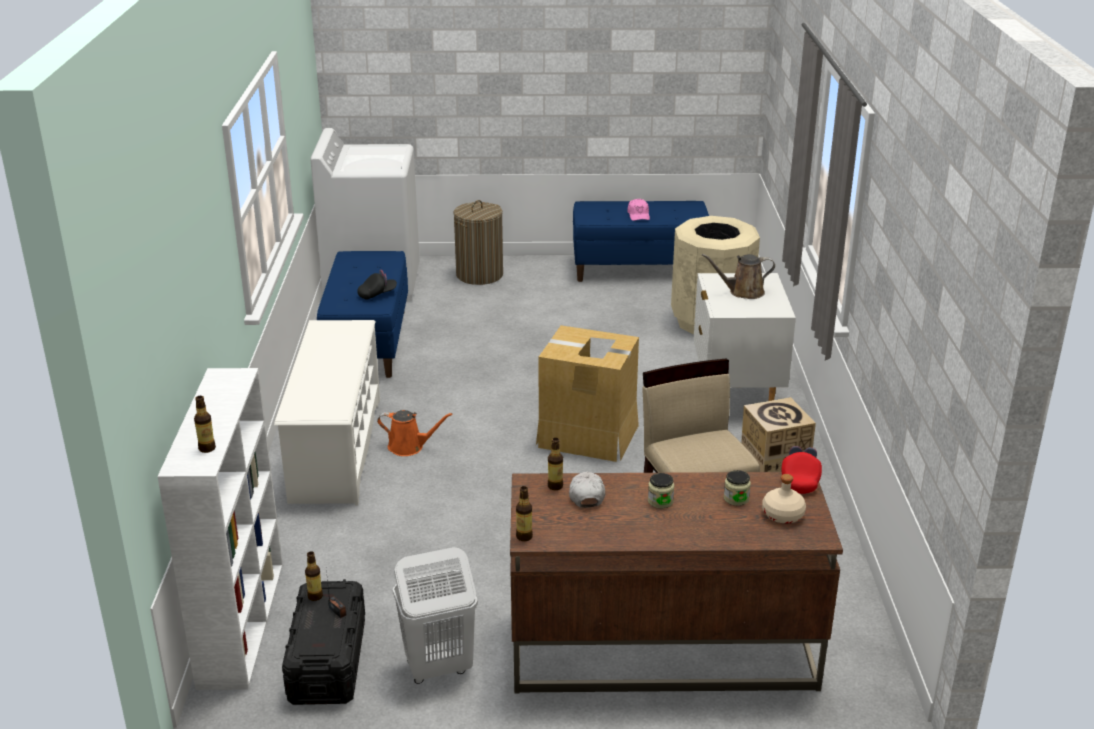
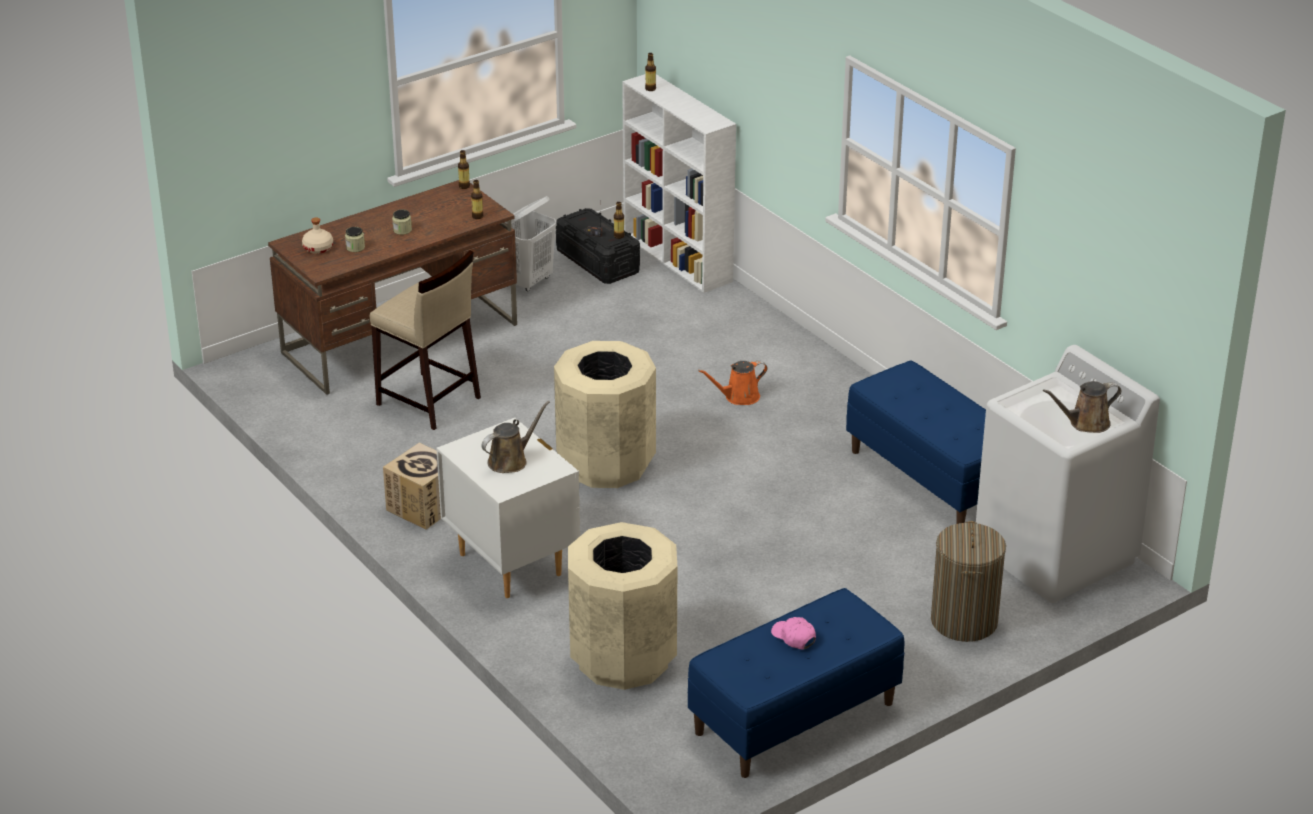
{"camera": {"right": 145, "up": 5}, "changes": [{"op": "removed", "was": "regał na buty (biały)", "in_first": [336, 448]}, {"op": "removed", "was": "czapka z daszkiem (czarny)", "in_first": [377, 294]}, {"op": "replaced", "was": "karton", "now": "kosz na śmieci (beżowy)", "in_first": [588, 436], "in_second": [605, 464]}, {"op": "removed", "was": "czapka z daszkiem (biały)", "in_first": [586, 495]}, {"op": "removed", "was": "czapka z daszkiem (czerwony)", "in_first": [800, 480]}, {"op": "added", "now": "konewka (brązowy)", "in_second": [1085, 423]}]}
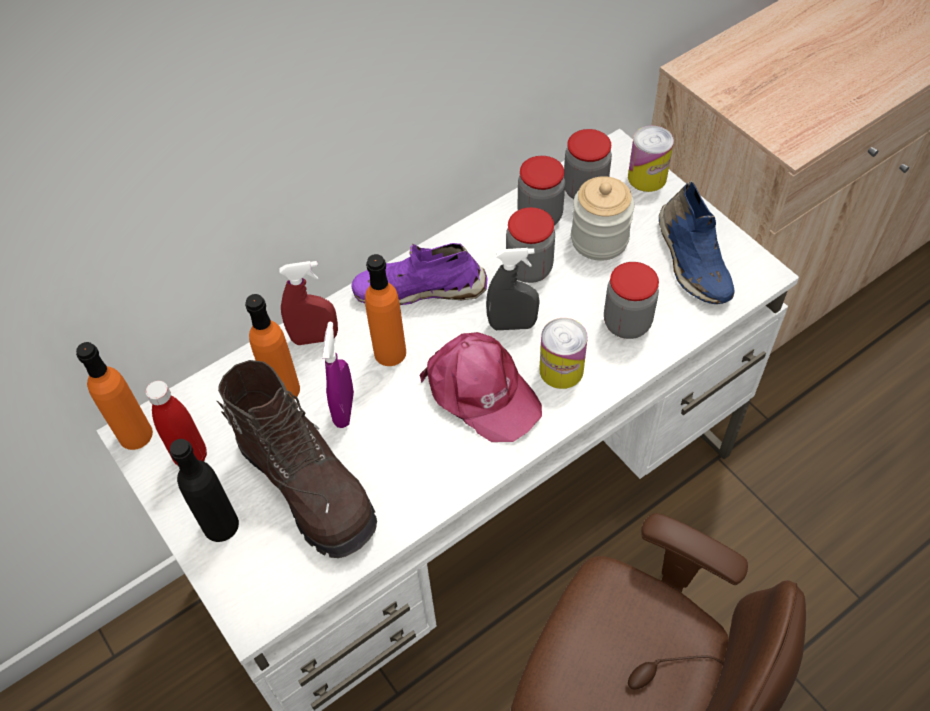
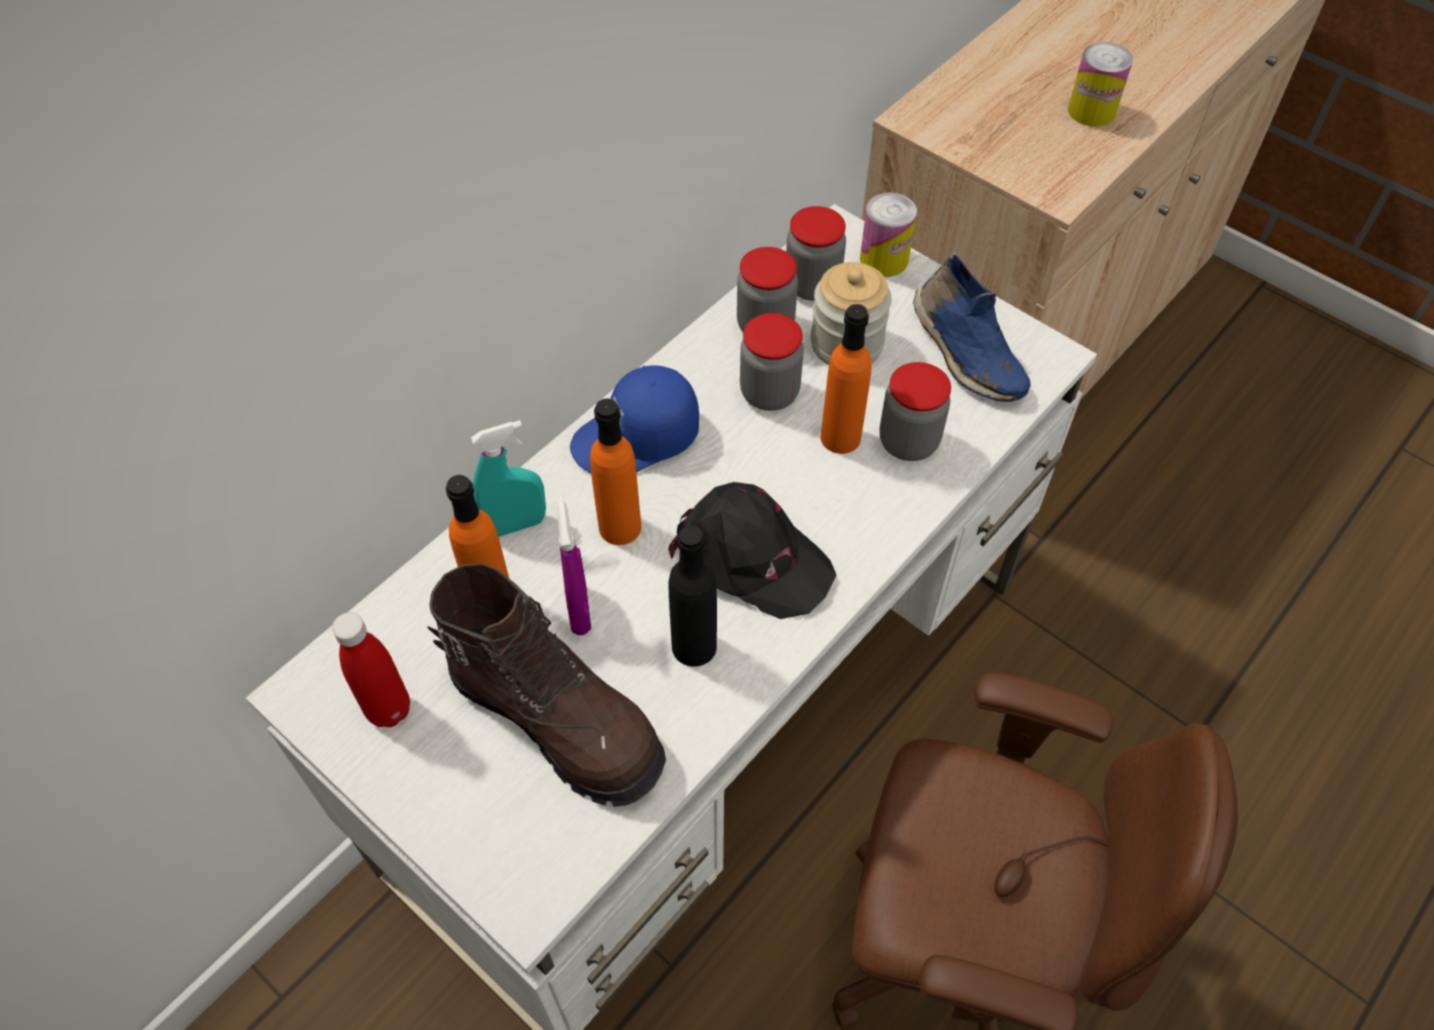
{"camera": {"right": -15, "up": 0}, "changes": [{"op": "moved", "was": "butelka (pomarańczowy)", "in_first": [135, 435], "in_second": [840, 437]}, {"op": "moved", "was": "butelka (czarny)", "in_first": [220, 525], "in_second": [694, 646]}, {"op": "recoloured", "was": "spryskiwacz (czerwony)", "now": "spryskiwacz (turkusowy)", "in_first": [315, 338], "in_second": [516, 524]}, {"op": "replaced", "was": "but (fioletowy)", "now": "czapka z daszkiem (niebieski)", "in_first": [419, 288], "in_second": [637, 439]}, {"op": "recoloured", "was": "czapka z daszkiem (różowy)", "now": "czapka z daszkiem (czarny)", "in_first": [481, 392], "in_second": [750, 558]}, {"op": "removed", "was": "spryskiwacz (szary)", "in_first": [512, 325]}, {"op": "moved", "was": "puszka", "in_first": [561, 370], "in_second": [1091, 111]}]}
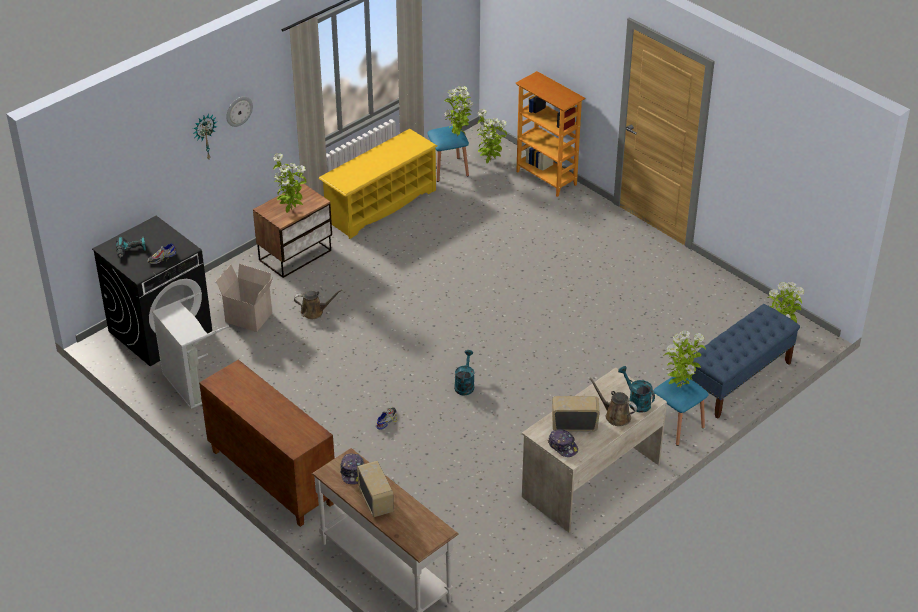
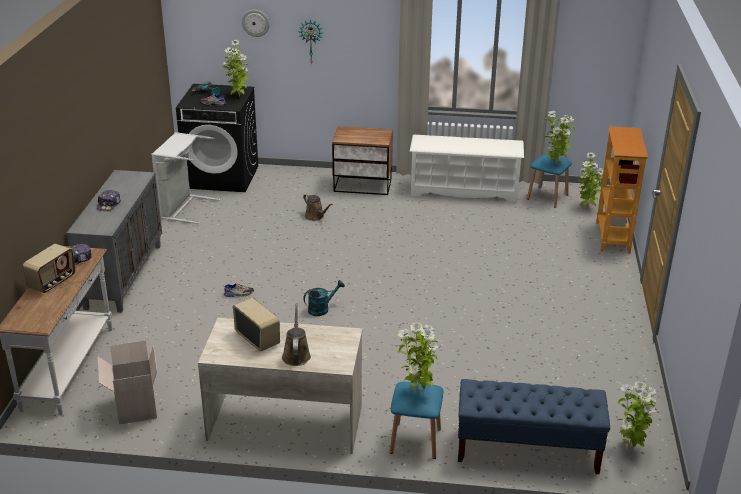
{"camera": {"right": 50, "up": -10}, "changes": [{"op": "recoloured", "was": "szafka (brązowy)", "now": "szafka (szary)", "in_first": [271, 477], "in_second": [123, 276]}, {"op": "moved", "was": "karton", "in_first": [247, 318], "in_second": [135, 407]}, {"op": "moved", "was": "zegar ścienny", "in_first": [238, 111], "in_second": [255, 23]}, {"op": "moved", "was": "roślina doniczkowa", "in_first": [291, 210], "in_second": [238, 97]}, {"op": "recoloured", "was": "regał na buty (żółty)", "now": "regał na buty (biały)", "in_first": [380, 205], "in_second": [464, 190]}, {"op": "moved", "was": "czapka z daszkiem", "in_first": [563, 446], "in_second": [109, 205]}, {"op": "removed", "was": "konewka (turkusowy)", "in_first": [636, 402]}]}
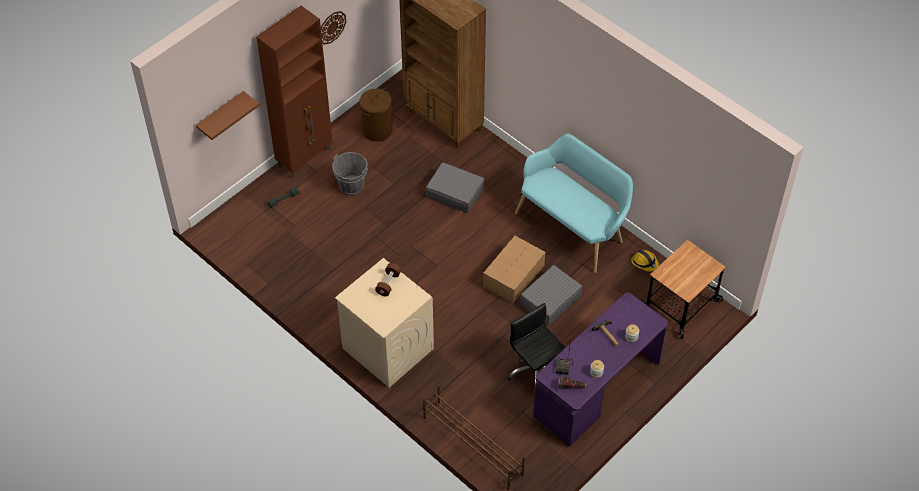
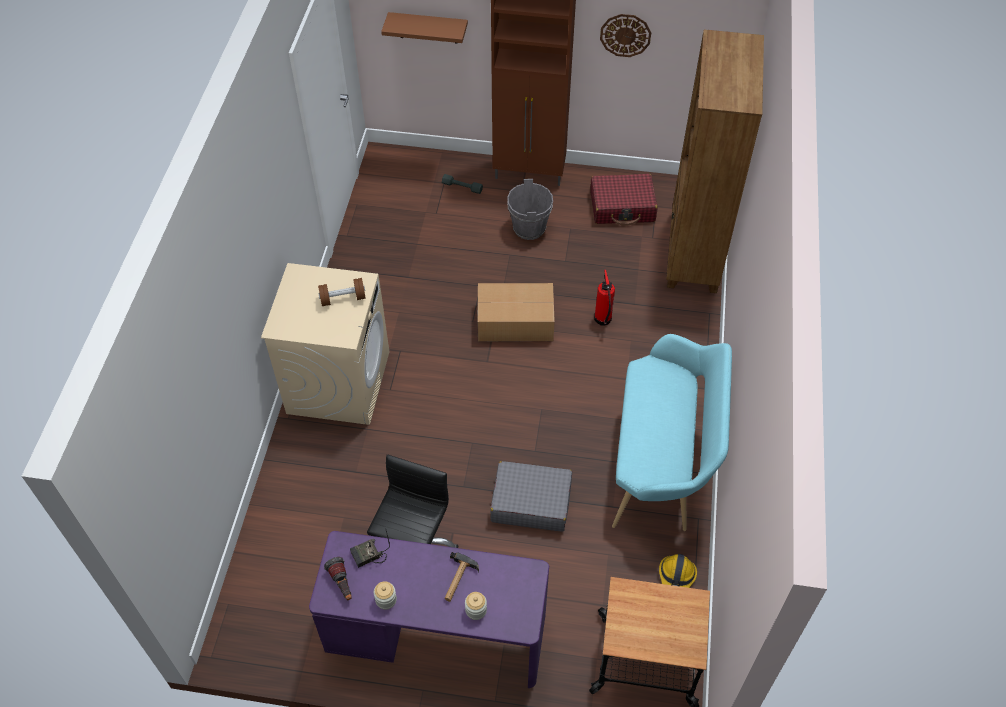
{"camera": {"right": 55, "up": 0}, "changes": [{"op": "replaced", "was": "kosz na pranie (brązowy)", "now": "walizka (czerwony)", "in_first": [377, 130], "in_second": [622, 207]}, {"op": "removed", "was": "regał na buty (brązowy)", "in_first": [472, 445]}, {"op": "replaced", "was": "walizka (szary)", "now": "gaśnica", "in_first": [455, 192], "in_second": [602, 320]}, {"op": "moved", "was": "karton", "in_first": [512, 276], "in_second": [514, 321]}]}
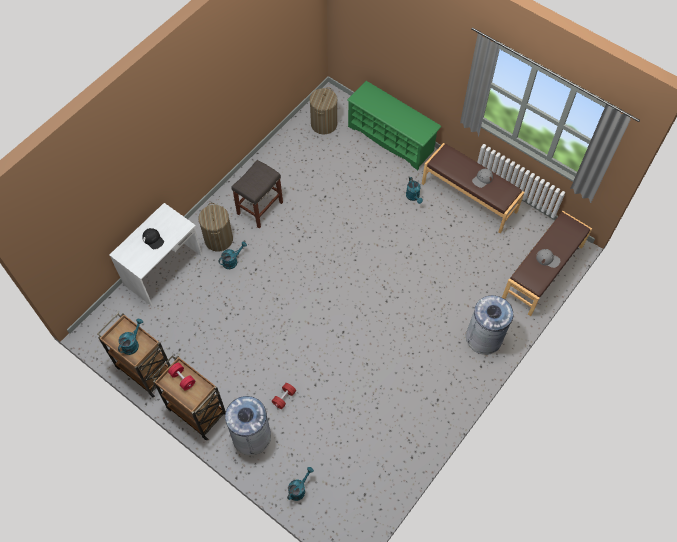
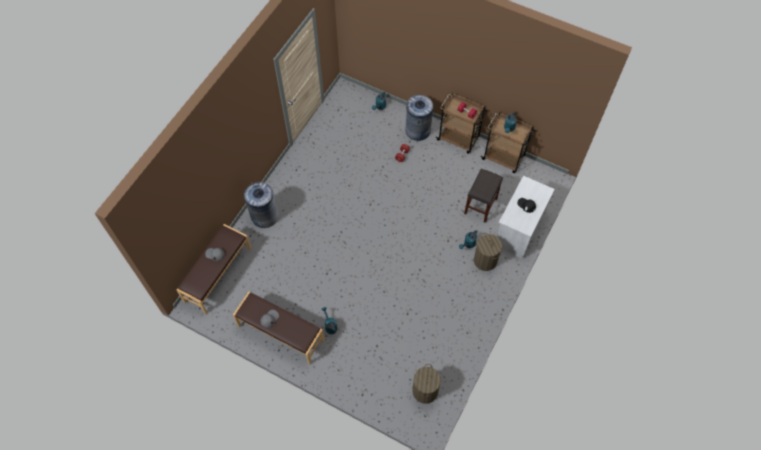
{"camera": {"right": 170, "up": 0}, "changes": [{"op": "moved", "was": "stołek (szary)", "in_first": [259, 208], "in_second": [480, 205]}, {"op": "removed", "was": "regał na buty (zielony)", "in_first": [391, 138]}]}
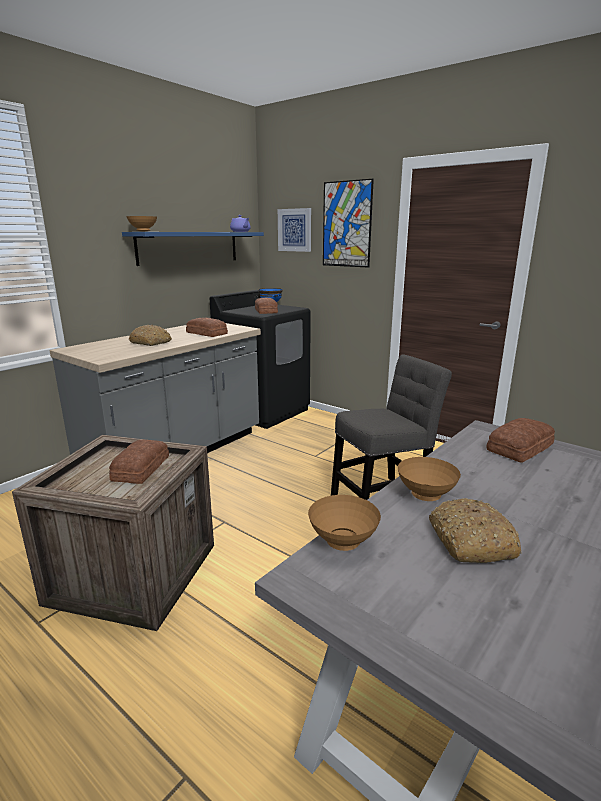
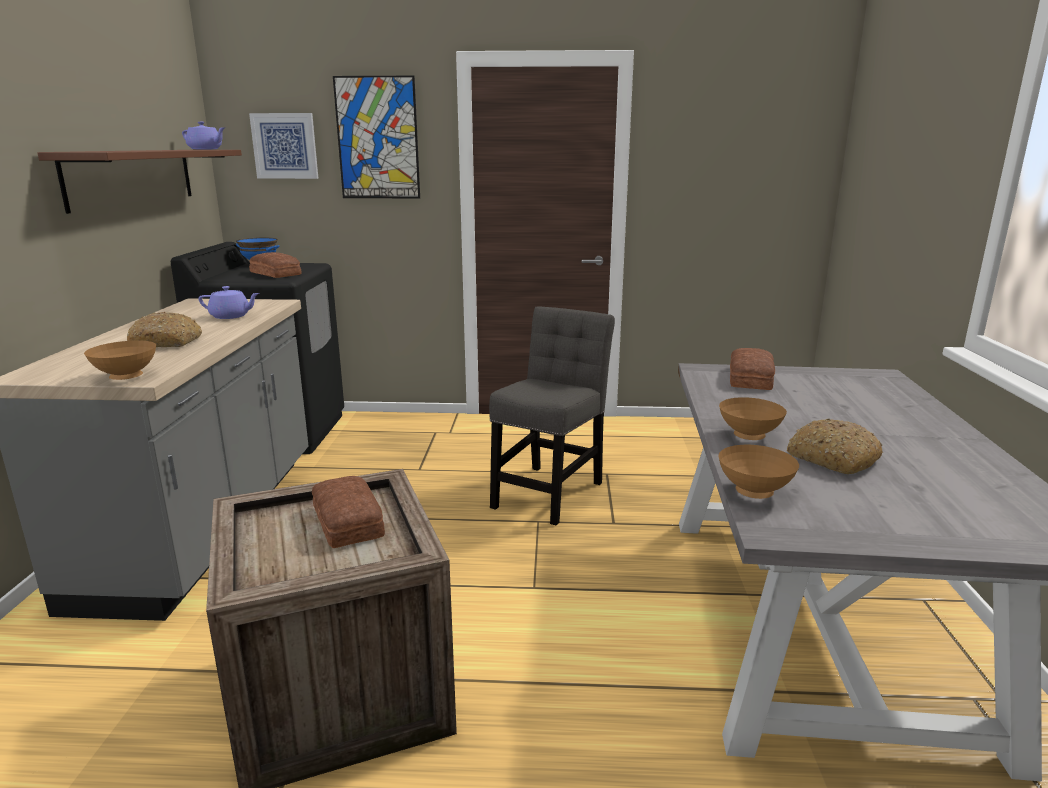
{"camera": {"right": -35, "up": 0}, "changes": [{"op": "recoloured", "was": "półka (niebieski)", "now": "półka (brązowy)", "in_first": [189, 247], "in_second": [132, 177]}, {"op": "moved", "was": "miska (brązowy)", "in_first": [142, 231], "in_second": [125, 378]}, {"op": "replaced", "was": "chleb", "now": "imbryk (fioletowy)", "in_first": [207, 333], "in_second": [231, 316]}]}
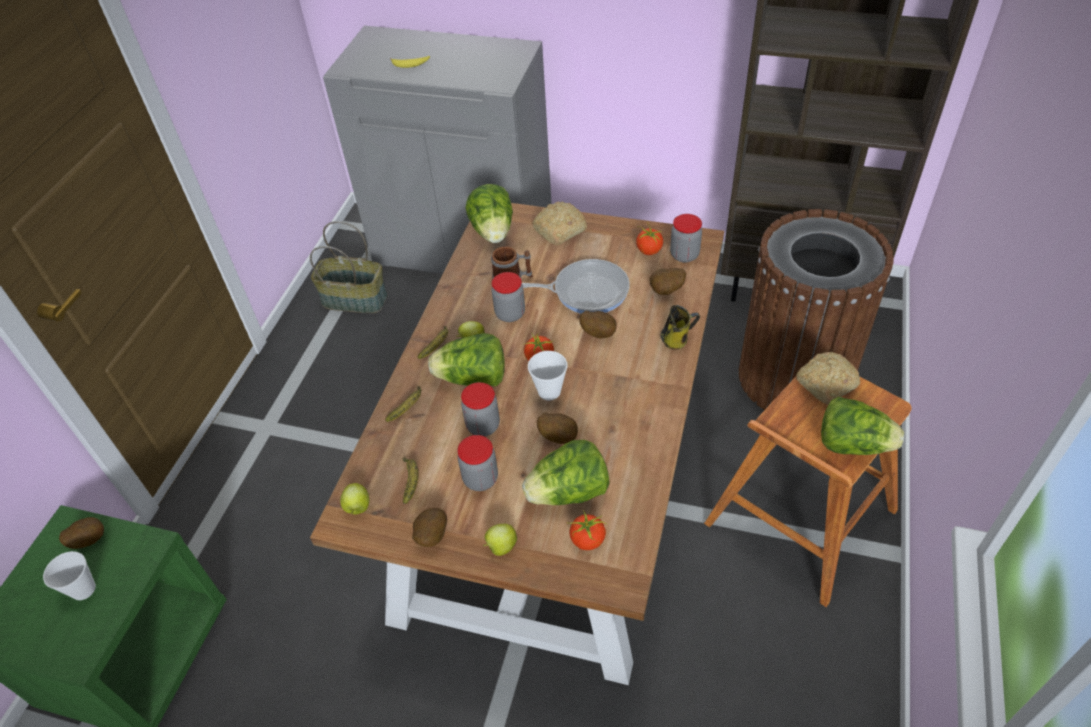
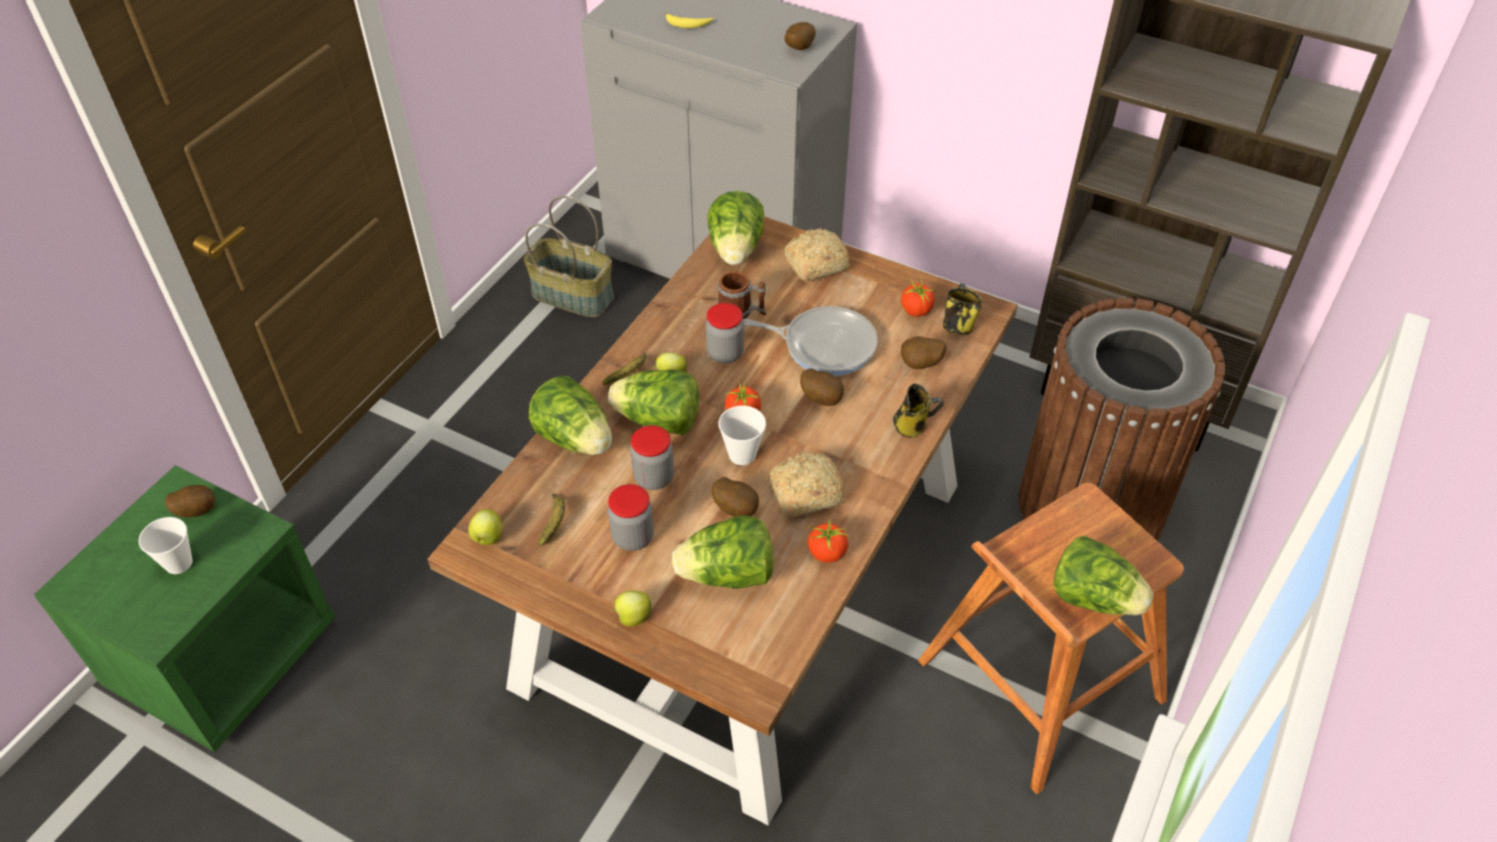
{"camera": {"right": 10, "up": 0}, "changes": [{"op": "replaced", "was": "banan", "now": "sałata", "in_first": [408, 408], "in_second": [575, 439]}, {"op": "moved", "was": "ziemniak", "in_first": [431, 536], "in_second": [798, 49]}, {"op": "moved", "was": "pomidor", "in_first": [587, 540], "in_second": [826, 553]}, {"op": "replaced", "was": "słoik", "now": "kubek", "in_first": [684, 255], "in_second": [957, 325]}, {"op": "moved", "was": "chleb", "in_first": [824, 384], "in_second": [803, 493]}]}
